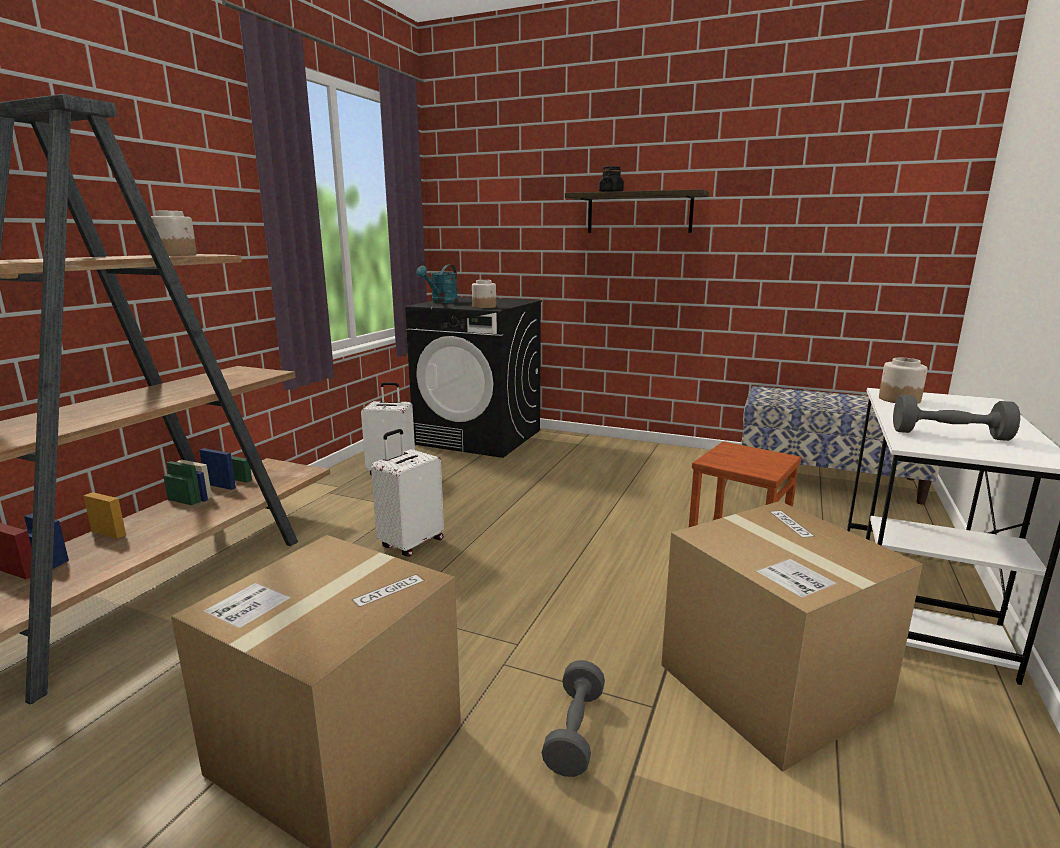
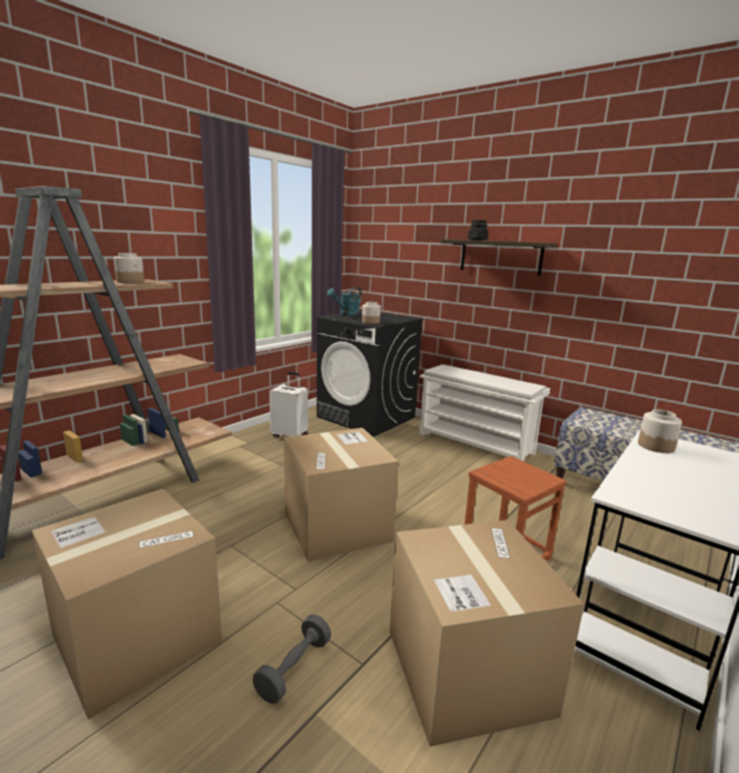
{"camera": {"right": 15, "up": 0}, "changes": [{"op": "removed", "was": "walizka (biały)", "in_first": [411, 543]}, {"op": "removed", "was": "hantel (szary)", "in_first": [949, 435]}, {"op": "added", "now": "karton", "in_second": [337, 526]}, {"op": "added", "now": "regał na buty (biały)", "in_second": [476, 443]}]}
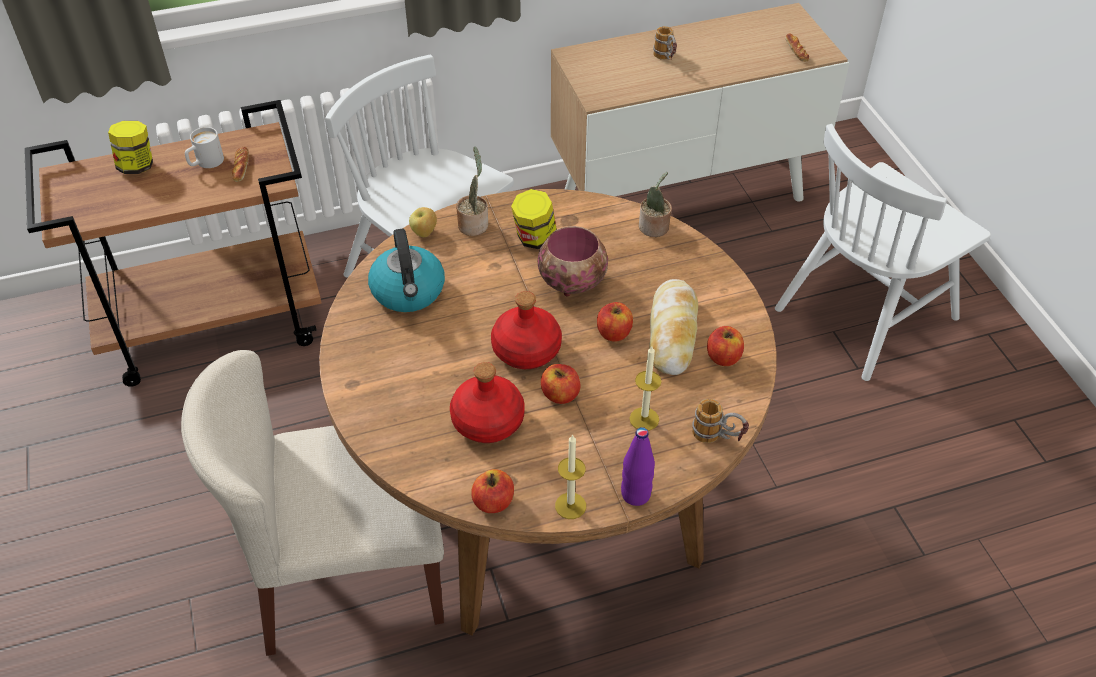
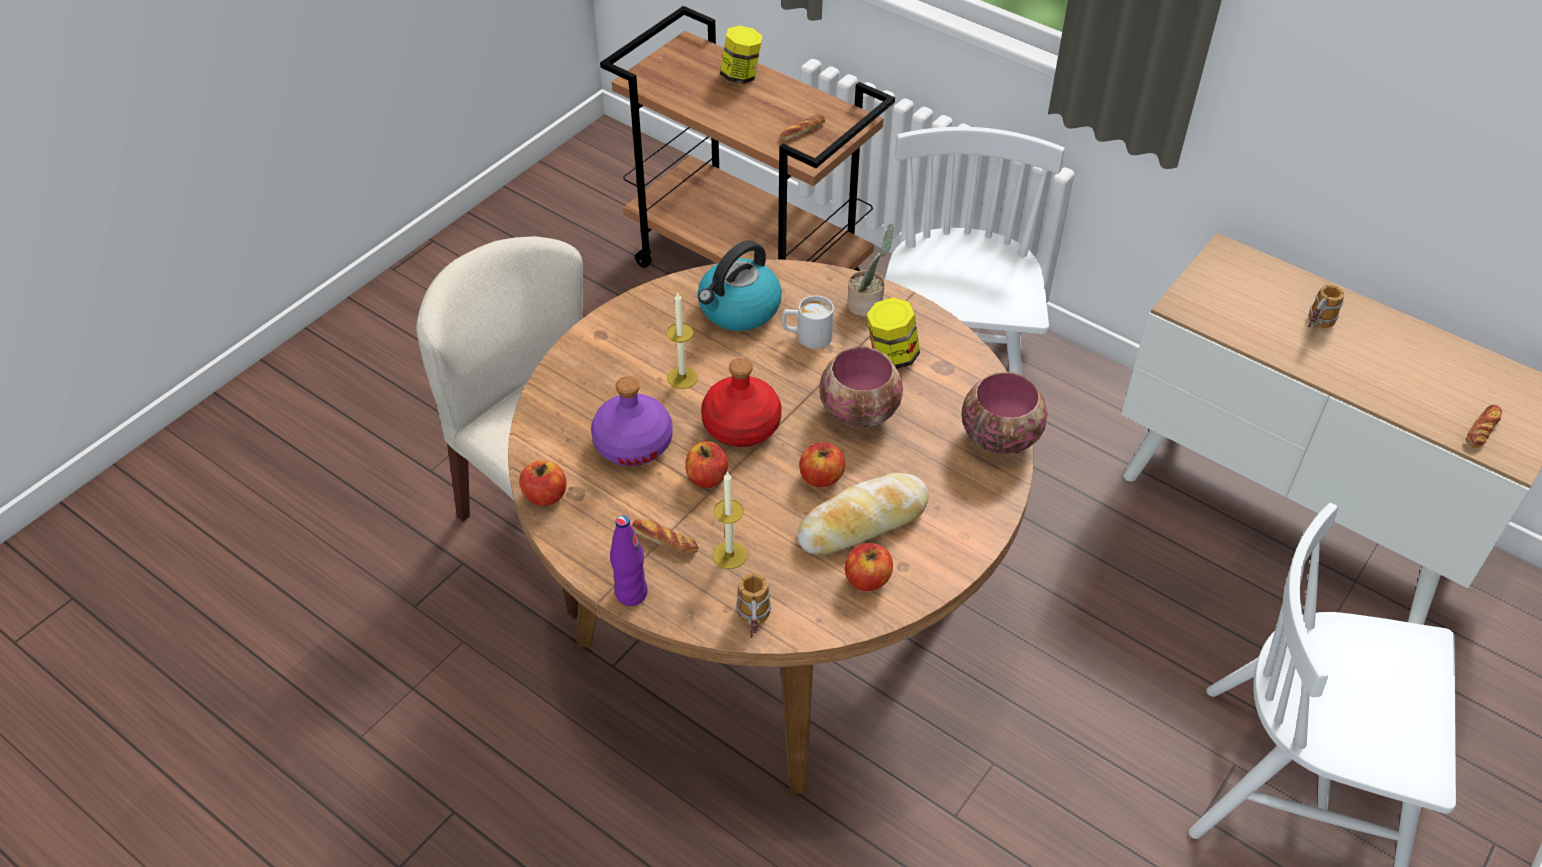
{"camera": {"right": 55, "up": 0}, "changes": [{"op": "moved", "was": "kubek (biały)", "in_first": [205, 163], "in_second": [806, 336]}, {"op": "removed", "was": "jabłko", "in_first": [424, 233]}, {"op": "recoloured", "was": "butelka (czerwony)", "now": "butelka (fioletowy)", "in_first": [487, 420], "in_second": [633, 443]}, {"op": "moved", "was": "świeca", "in_first": [570, 505], "in_second": [682, 377]}, {"op": "replaced", "was": "roślina doniczkowa", "now": "miska", "in_first": [654, 228], "in_second": [999, 437]}, {"op": "added", "now": "chleb", "in_second": [664, 540]}]}
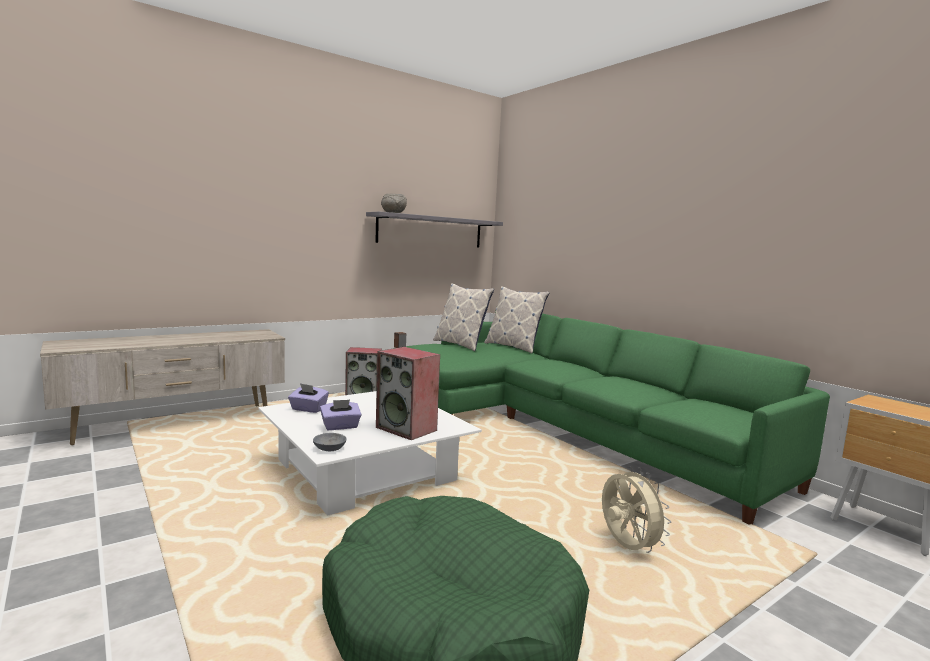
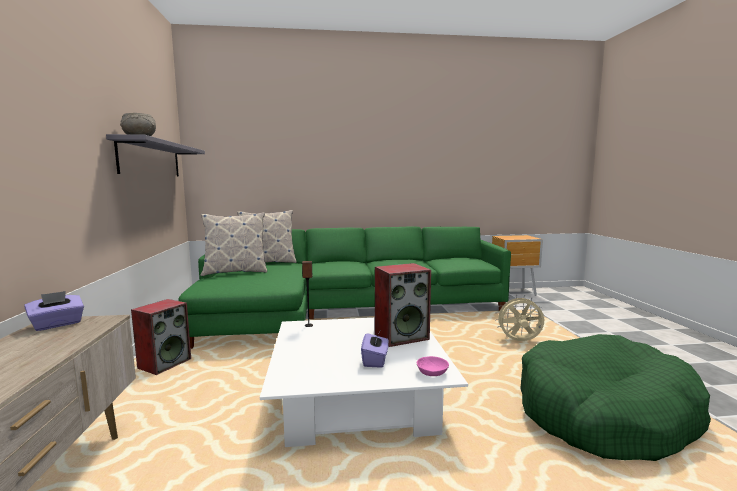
{"camera": {"right": -60, "up": 0}, "changes": [{"op": "moved", "was": "pudełko chusteczek (fioletowy)", "in_first": [308, 409], "in_second": [57, 324]}, {"op": "recoloured", "was": "miska (szary)", "now": "miska (różowy)", "in_first": [328, 448], "in_second": [432, 373]}]}
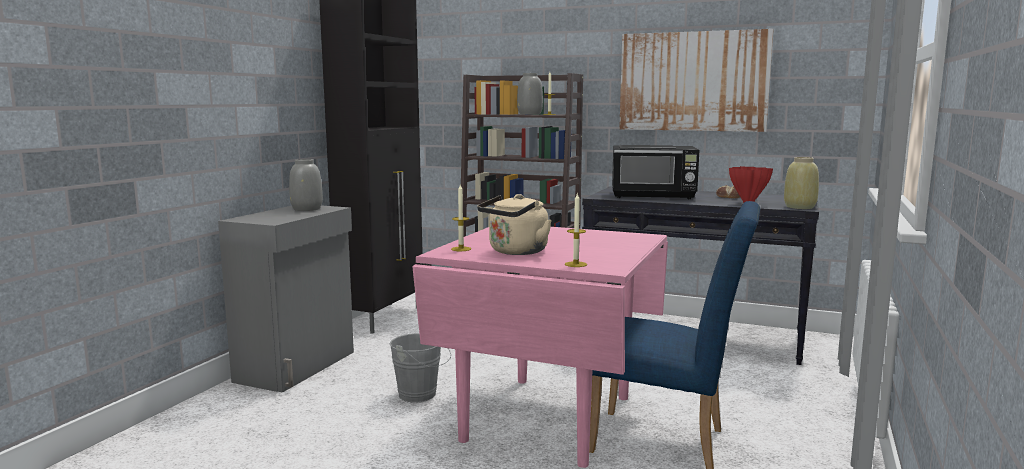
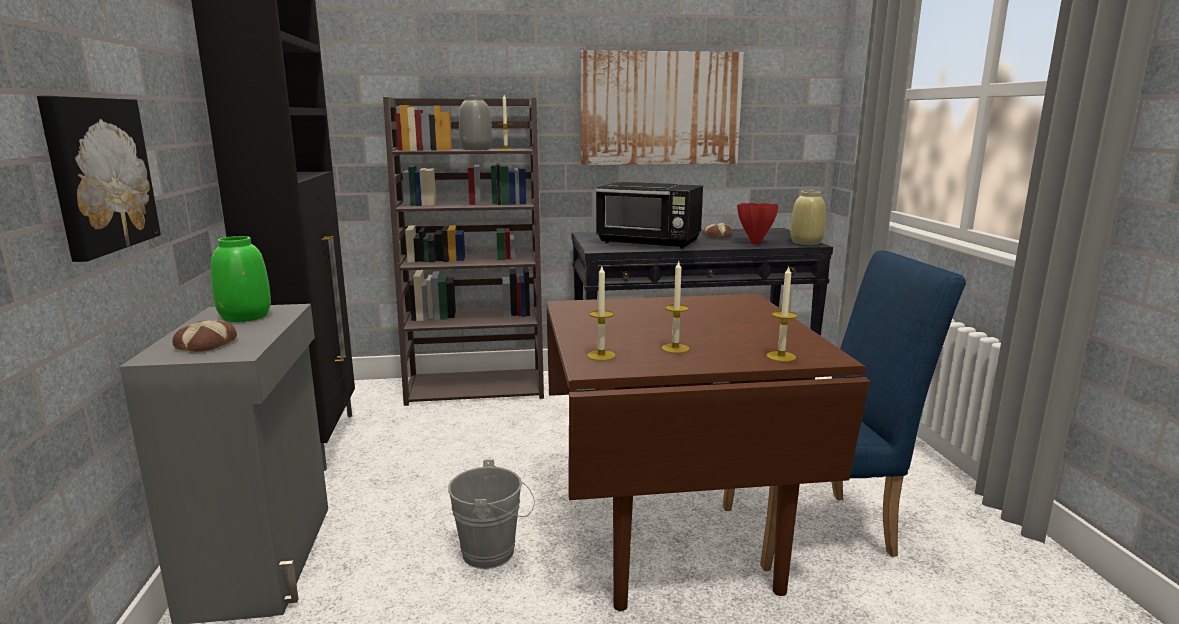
{"camera": {"right": -30, "up": 5}, "changes": [{"op": "recoloured", "was": "wazon (szary)", "now": "wazon (zielony)", "in_first": [307, 209], "in_second": [246, 316]}, {"op": "recoloured", "was": "stół jadalny (różowy)", "now": "stół jadalny (brązowy)", "in_first": [547, 417], "in_second": [672, 537]}, {"op": "replaced", "was": "czajnik (beżowy)", "now": "świeca", "in_first": [516, 252], "in_second": [675, 348]}, {"op": "turned", "was": "mikrofalówka (czarny)", "in_first": [653, 196], "in_second": [649, 242], "clockwise": 45}, {"op": "added", "now": "obraz", "in_second": [98, 174]}, {"op": "added", "now": "chleb", "in_second": [205, 344]}]}
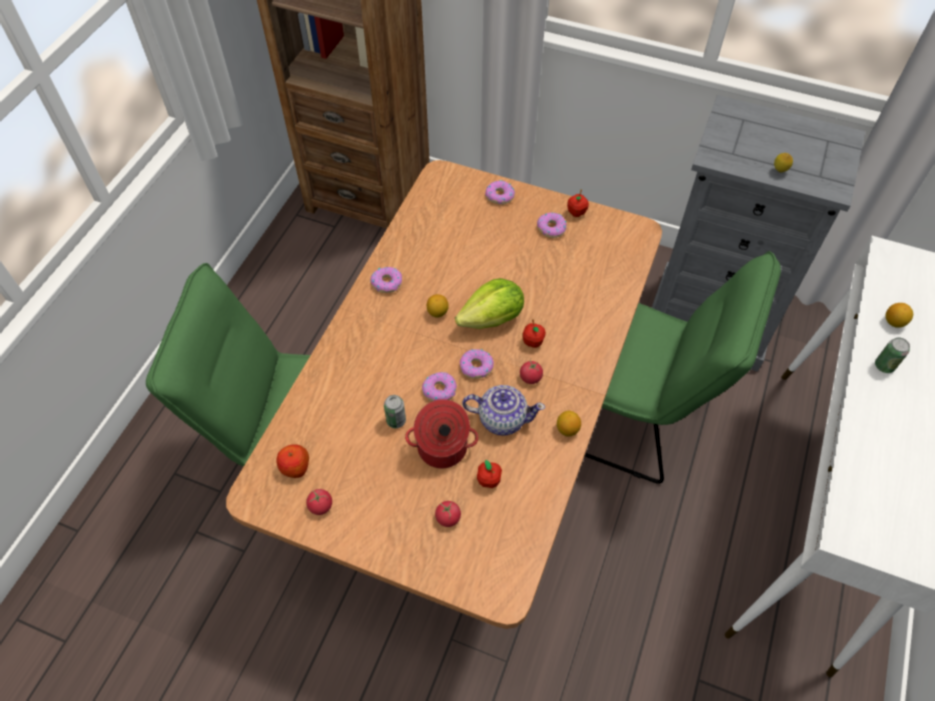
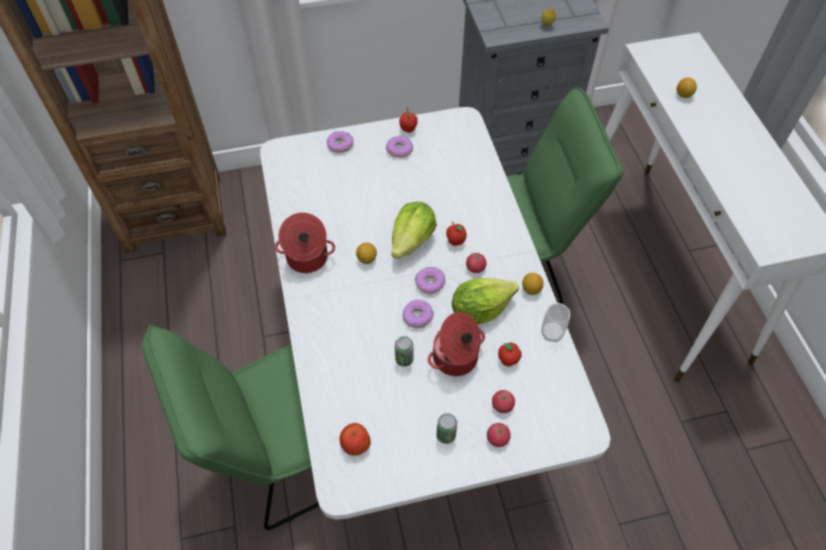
{"camera": {"right": -35, "up": 0}, "changes": [{"op": "recoloured", "was": "stół jadalny (brązowy)", "now": "stół jadalny (biały)", "in_first": [466, 454], "in_second": [411, 369]}, {"op": "moved", "was": "pomidor", "in_first": [320, 506], "in_second": [497, 438]}, {"op": "replaced", "was": "donut", "now": "garnek", "in_first": [387, 283], "in_second": [307, 258]}, {"op": "replaced", "was": "imbryk", "now": "sałata", "in_first": [501, 418], "in_second": [480, 309]}, {"op": "moved", "was": "puszka", "in_first": [884, 366], "in_second": [446, 435]}, {"op": "added", "now": "filiżanka", "in_second": [552, 333]}]}
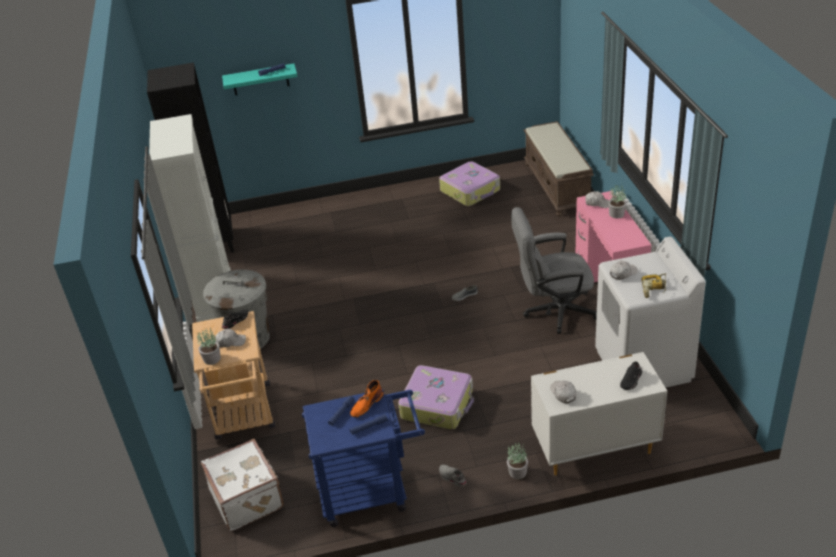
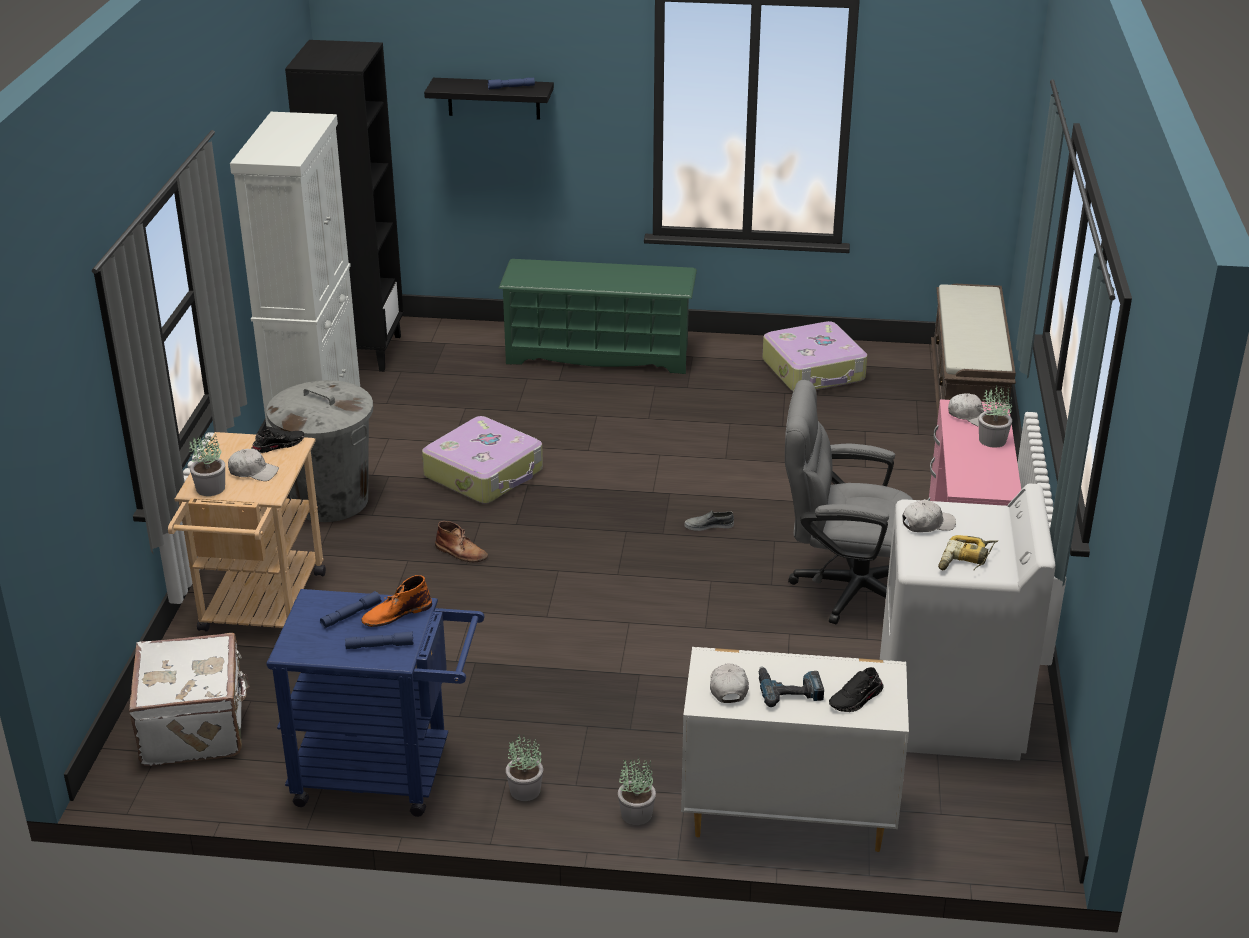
{"camera": {"right": 15, "up": -5}, "changes": [{"op": "recoloured", "was": "półka (turkusowy)", "now": "półka (czarny)", "in_first": [260, 79], "in_second": [493, 98]}, {"op": "moved", "was": "walizka", "in_first": [438, 404], "in_second": [485, 473]}, {"op": "replaced", "was": "but (szary)", "now": "roślina doniczkowa", "in_first": [452, 478], "in_second": [524, 791]}, {"op": "added", "now": "but z cholewką (brązowy)", "in_second": [461, 552]}, {"op": "added", "now": "regał na buty (zielony)", "in_second": [599, 354]}, {"op": "added", "now": "wiertarka", "in_second": [789, 689]}]}
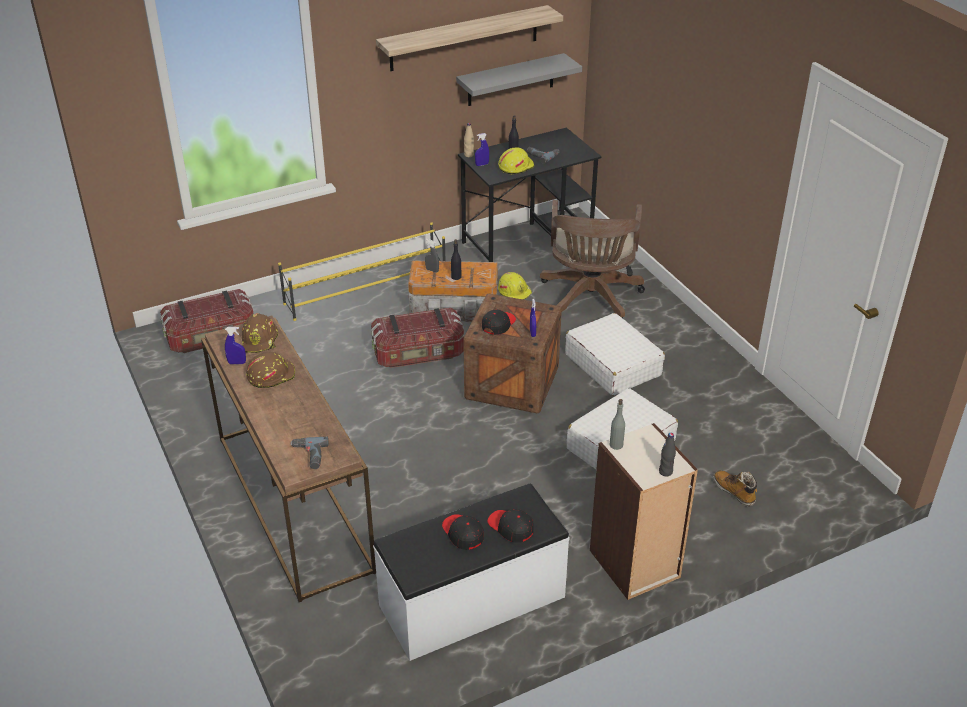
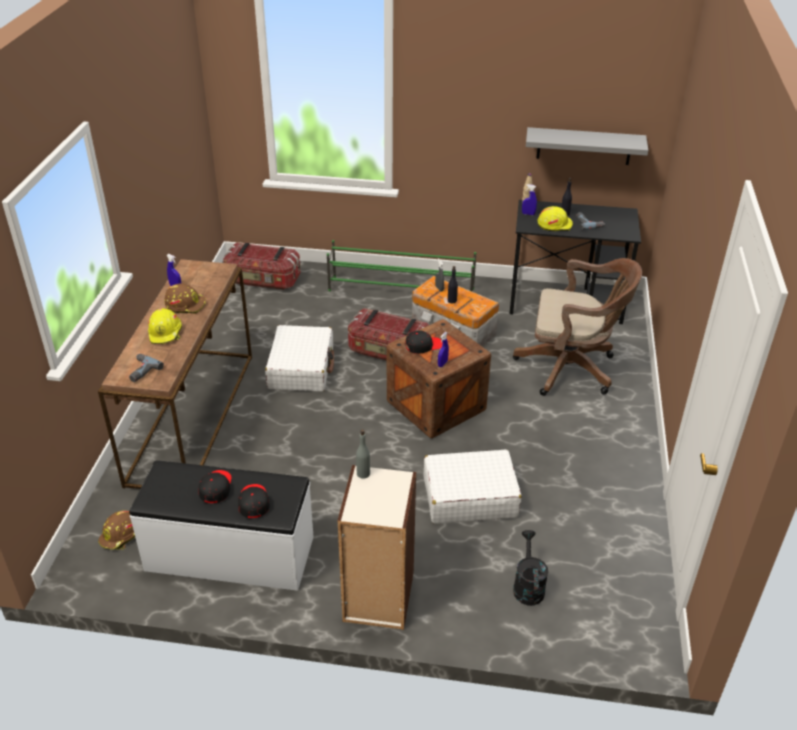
{"camera": {"right": 35, "up": 0}, "changes": [{"op": "moved", "was": "kask (brązowy)", "in_first": [260, 340], "in_second": [121, 536]}, {"op": "recoloured", "was": "regał na buty (żółty)", "now": "regał na buty (zielony)", "in_first": [366, 290], "in_second": [401, 290]}, {"op": "removed", "was": "półka", "in_first": [464, 38]}, {"op": "moved", "was": "kask (żółty)", "in_first": [515, 292], "in_second": [166, 333]}, {"op": "turned", "was": "krzesło biurowe (brązowy)", "in_first": [590, 300], "in_second": [571, 368], "clockwise": -120}, {"op": "moved", "was": "walizka (biały)", "in_first": [612, 364], "in_second": [301, 368]}, {"op": "removed", "was": "butelka (czarny)", "in_first": [665, 472]}, {"op": "replaced", "was": "but z cholewką", "now": "konewka (czarny)", "in_first": [734, 492], "in_second": [527, 586]}]}
